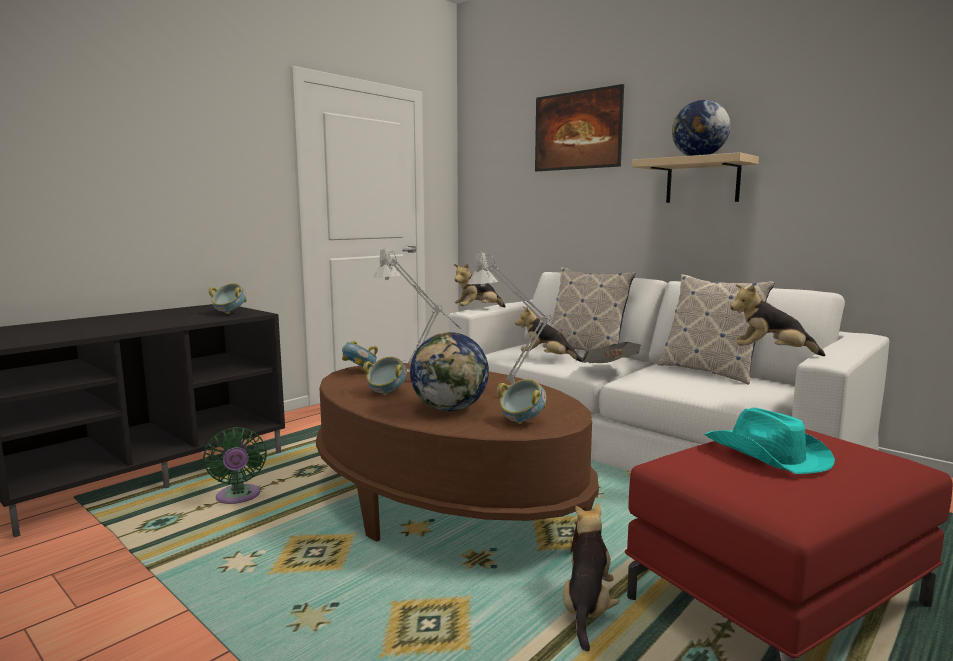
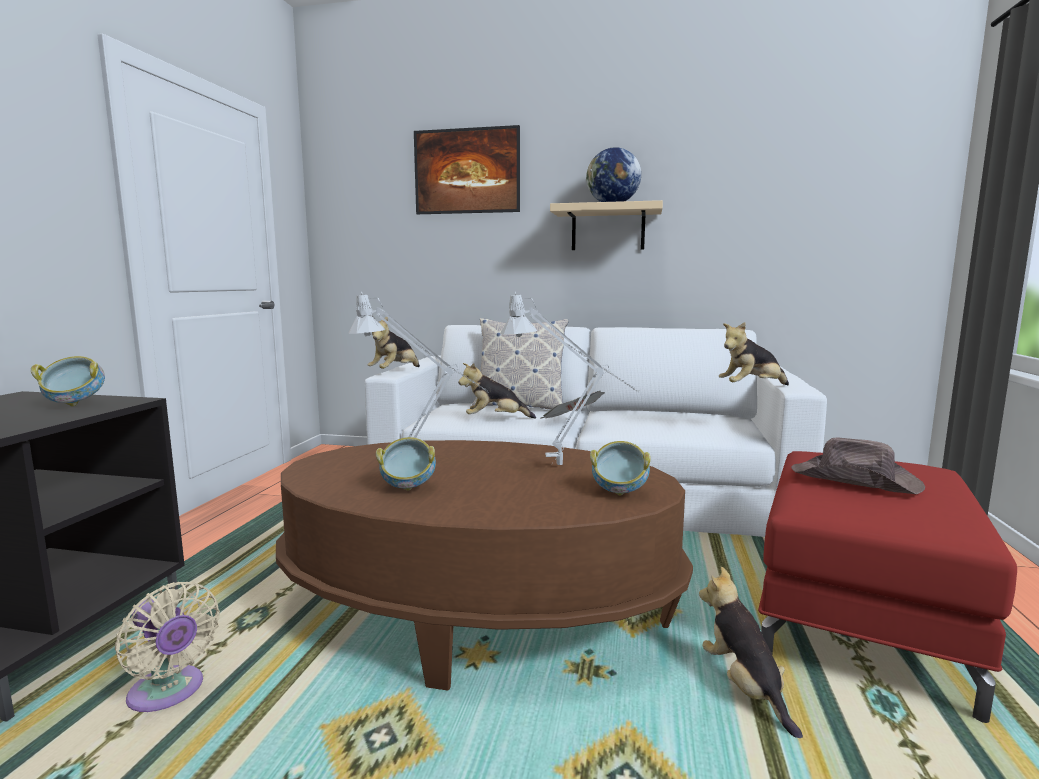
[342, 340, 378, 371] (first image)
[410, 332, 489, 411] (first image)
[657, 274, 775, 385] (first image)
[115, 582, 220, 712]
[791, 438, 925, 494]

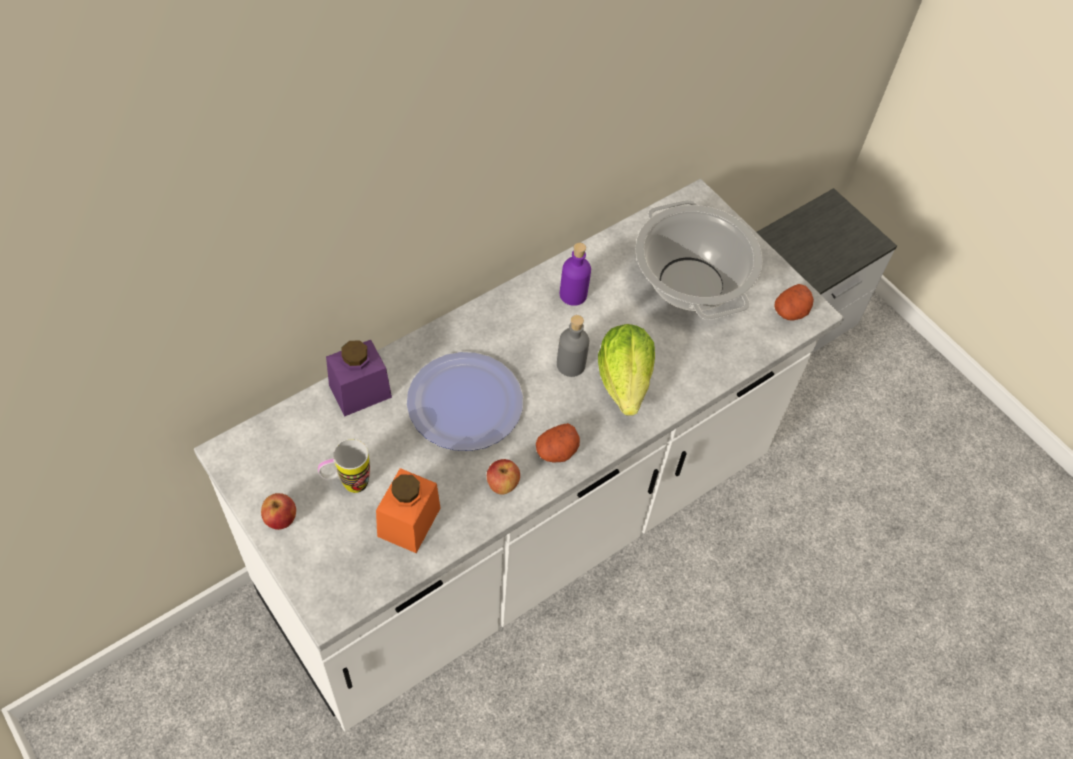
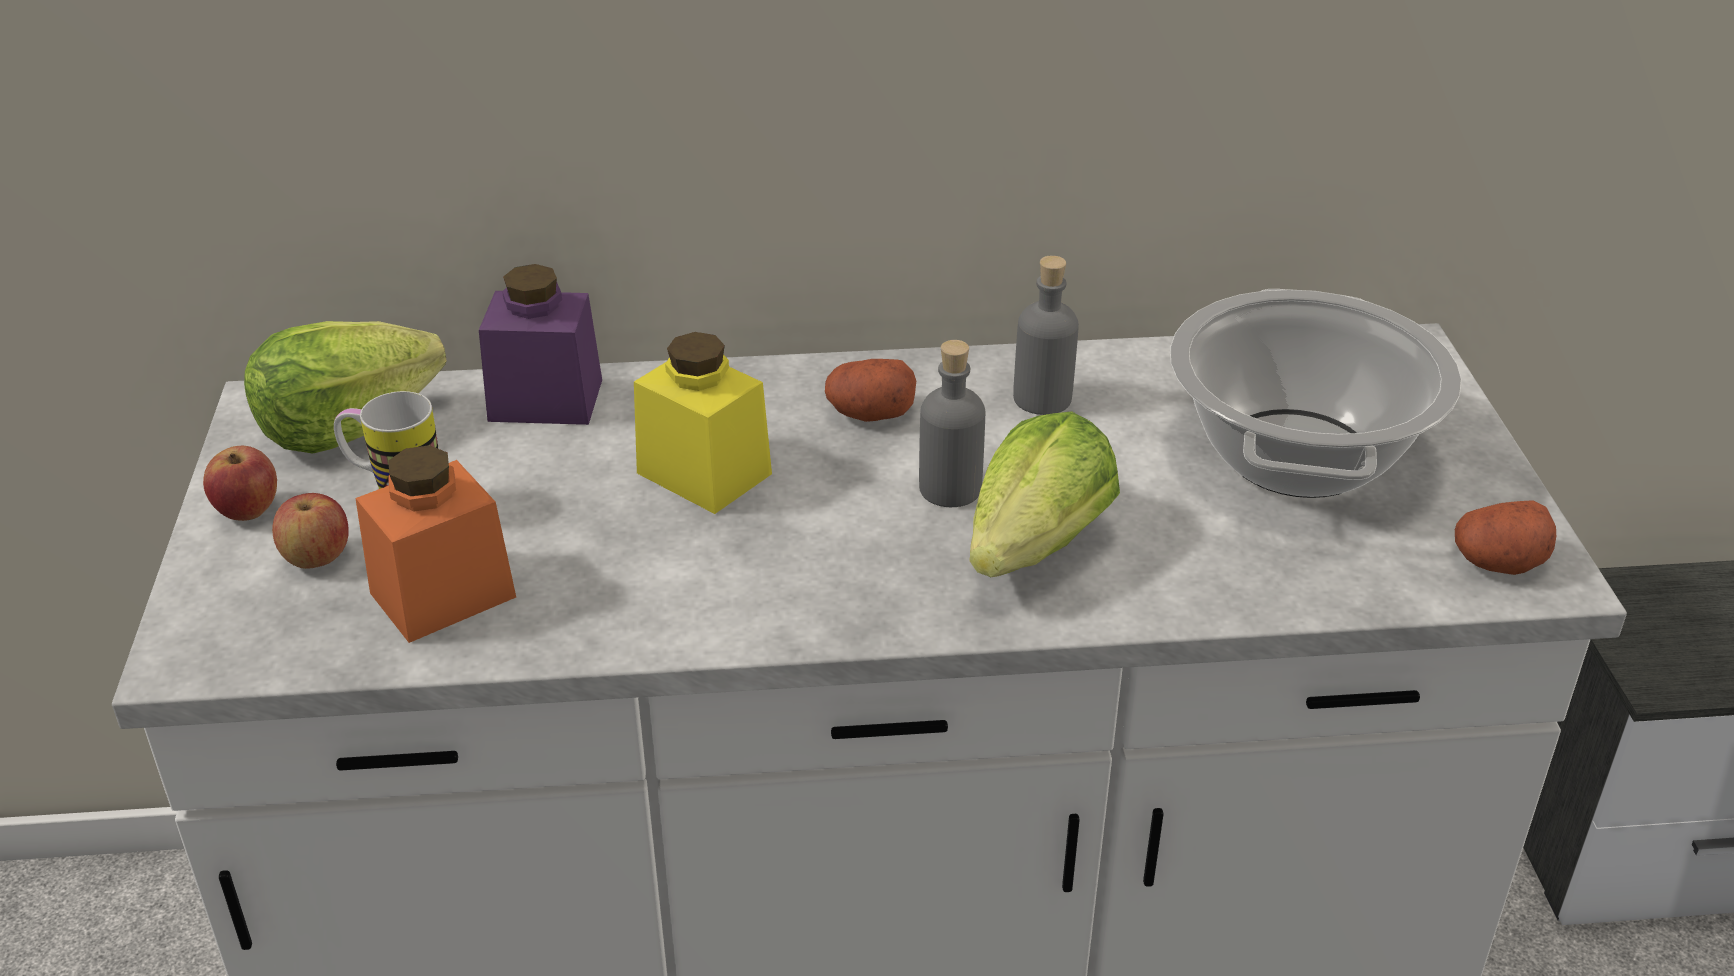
[244, 321, 446, 454]
[272, 493, 349, 569]
[825, 359, 916, 422]
[634, 332, 772, 514]
[1013, 255, 1079, 415]

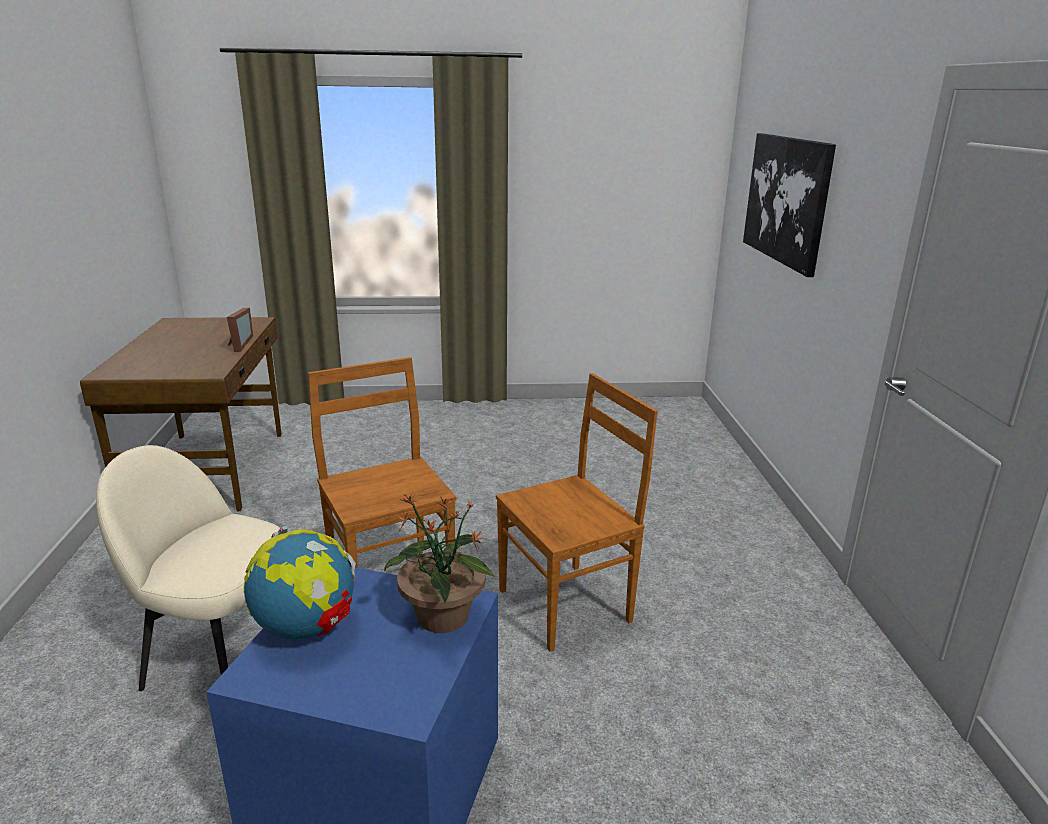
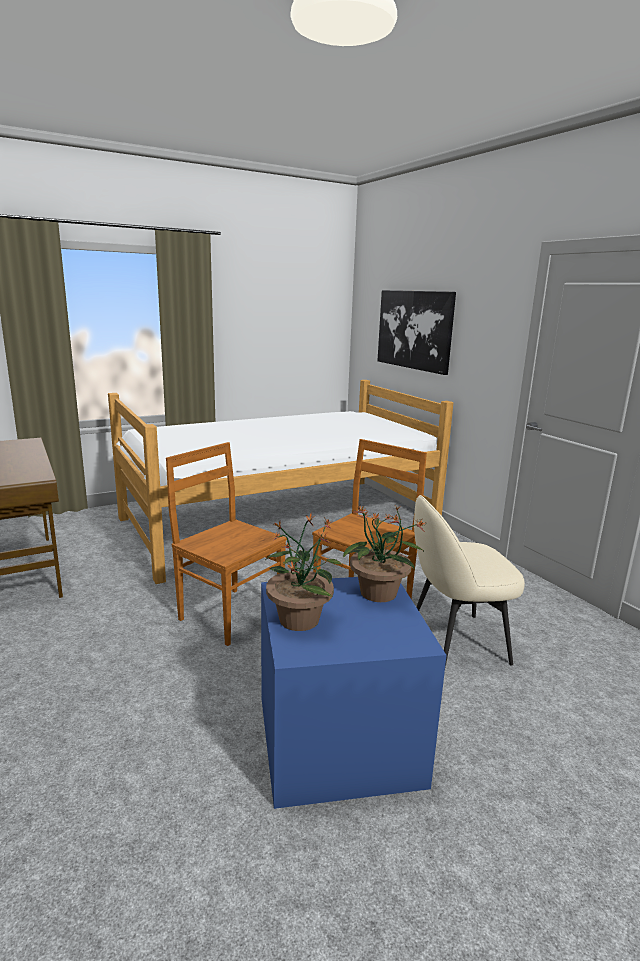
[227, 308, 253, 352] (first image)
[108, 380, 453, 584]
[414, 495, 525, 667]
[266, 514, 342, 631]

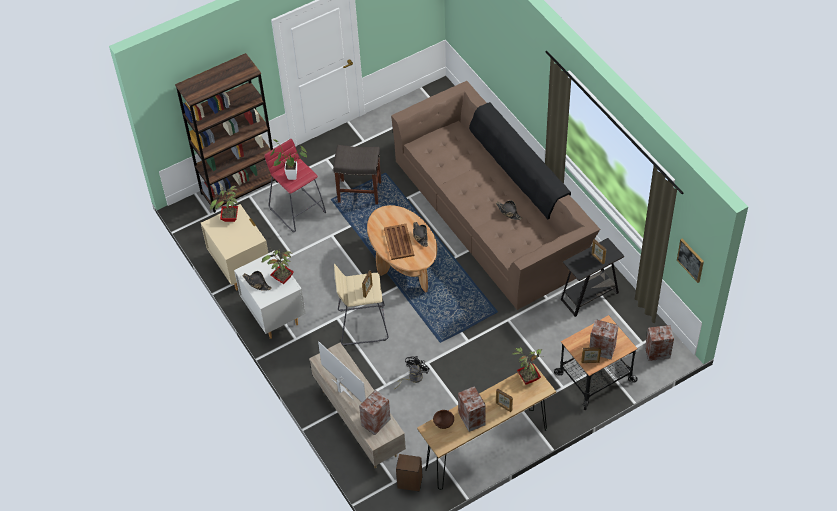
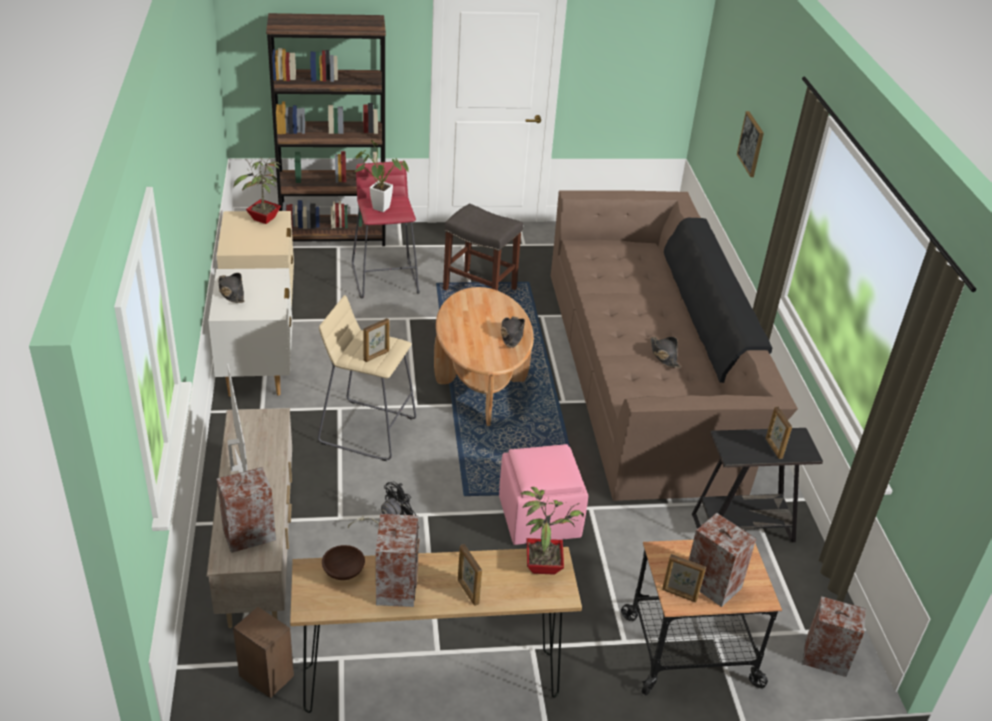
[262, 249, 294, 284] (first image)
[384, 224, 414, 260] (first image)
[499, 444, 588, 545]
[737, 111, 764, 177]

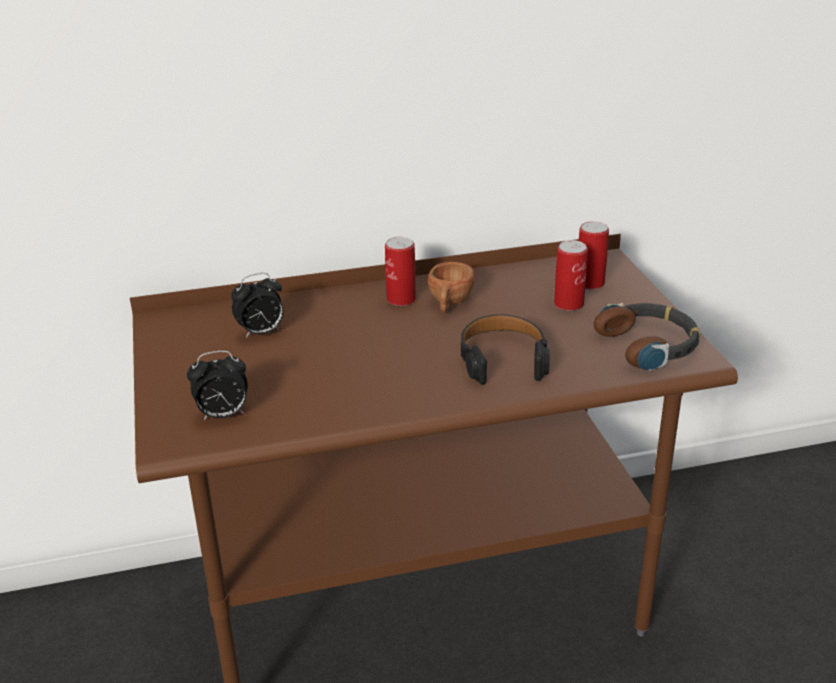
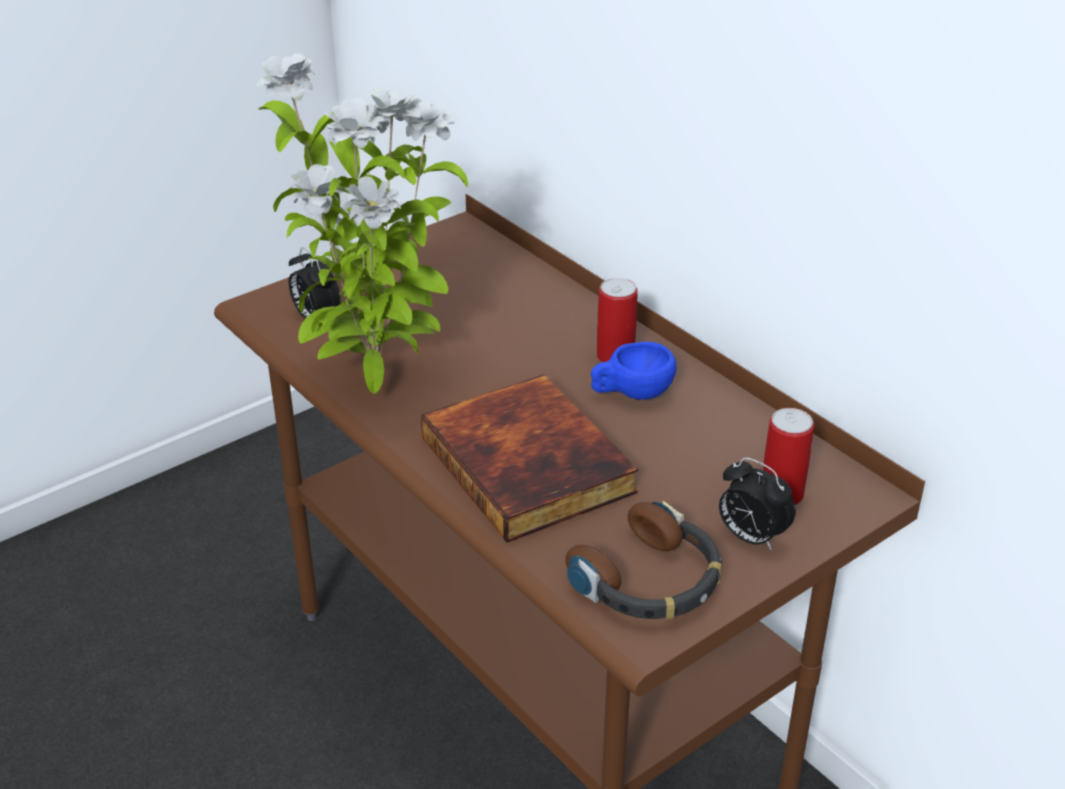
[554, 240, 588, 311] (first image)
[256, 53, 468, 394]
[719, 457, 796, 551]
[421, 374, 638, 543]
[591, 342, 677, 400]

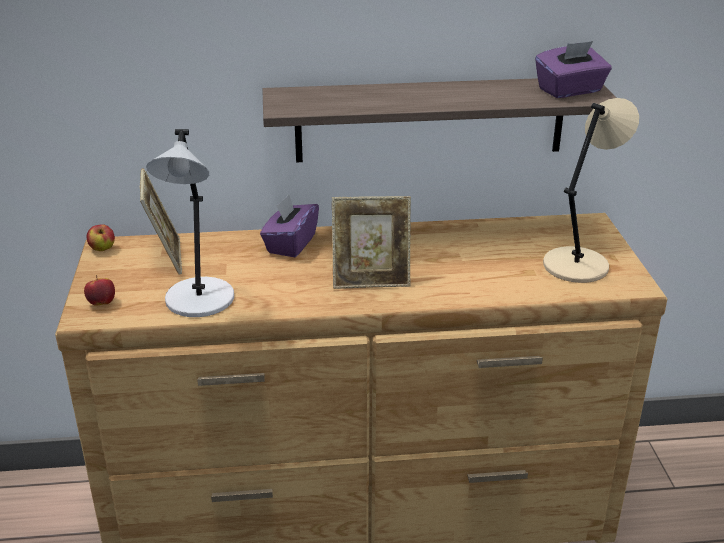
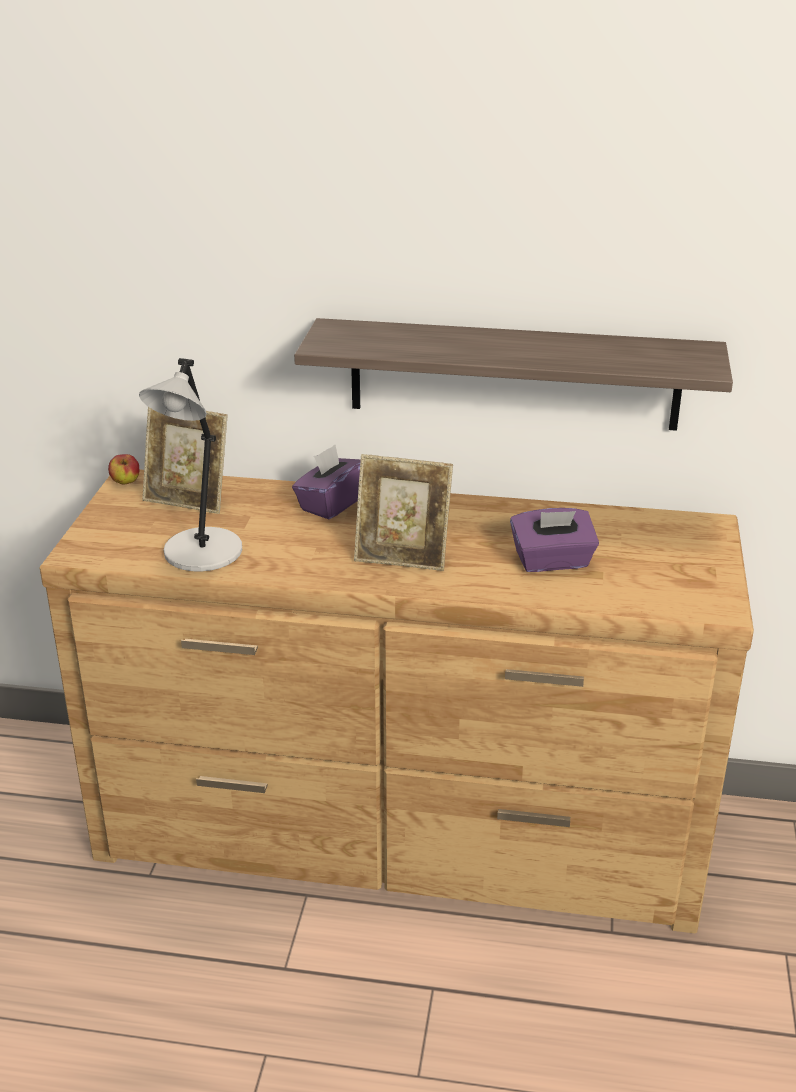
[84, 275, 115, 305] (first image)
[543, 98, 639, 283] (first image)
[510, 508, 599, 572]
[142, 407, 227, 514]

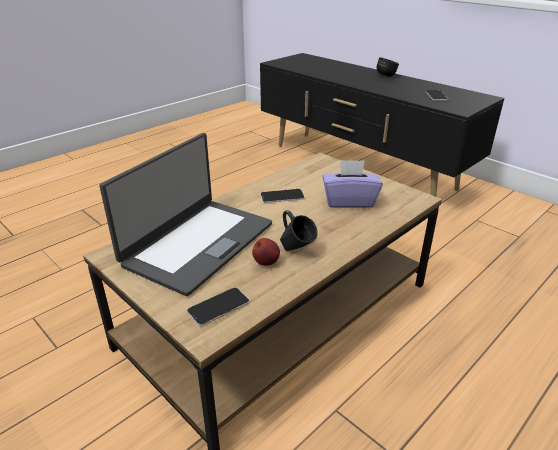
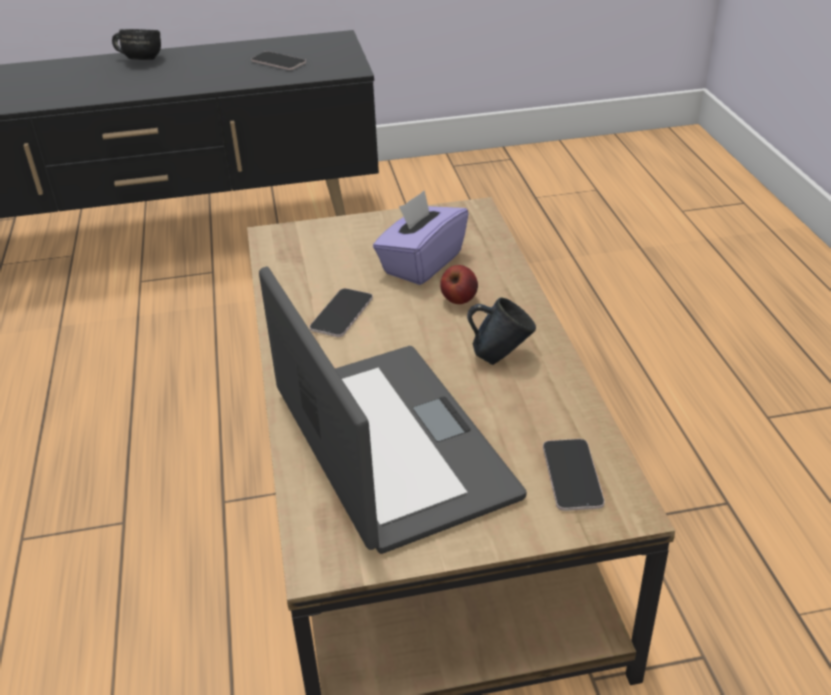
[440, 265, 478, 304]

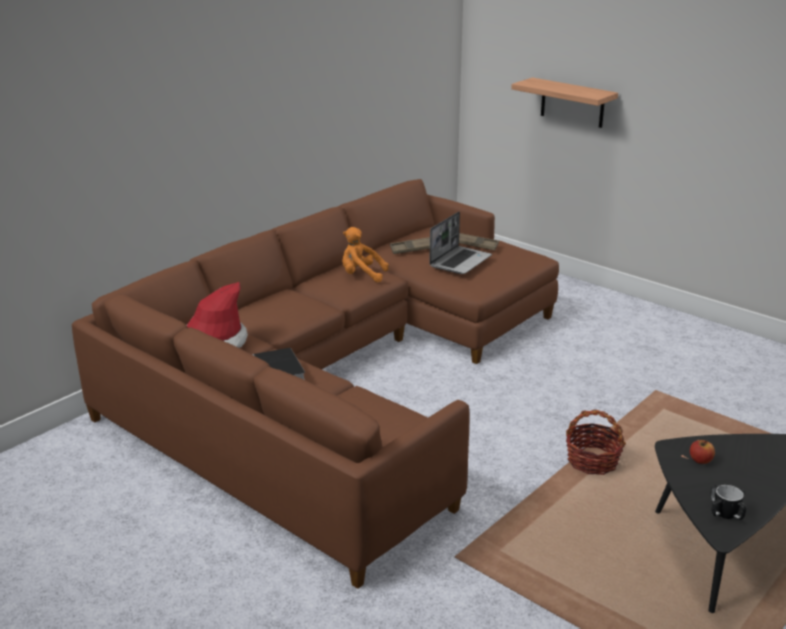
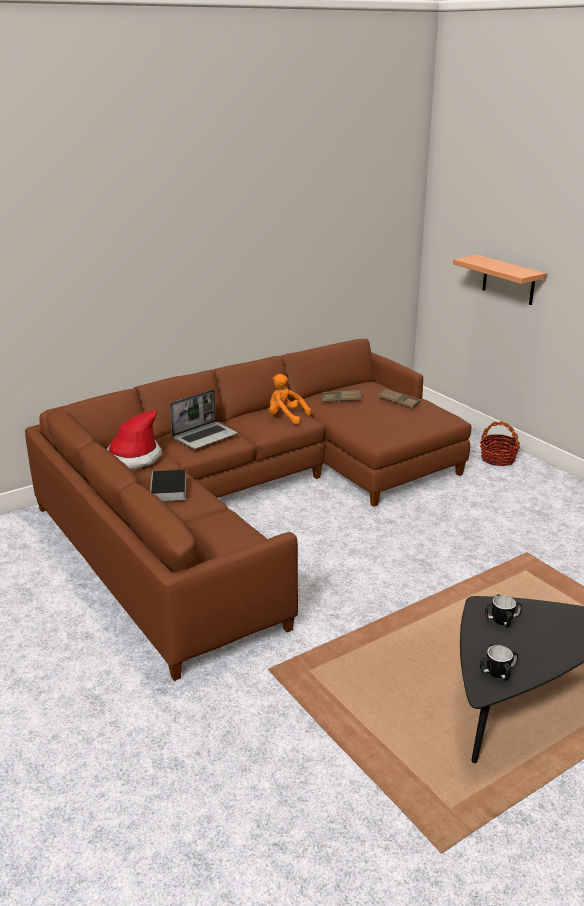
[170, 389, 238, 449]
[480, 421, 520, 466]
[485, 594, 522, 627]

